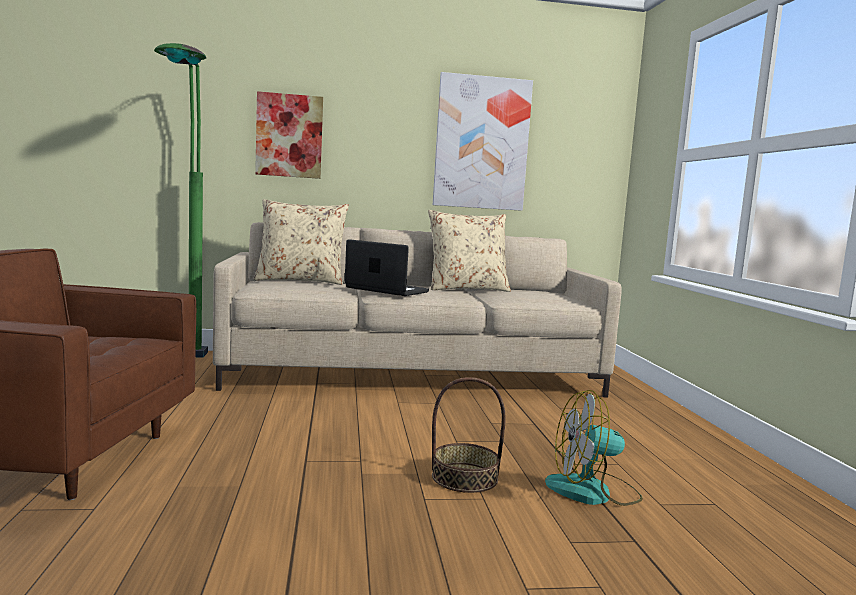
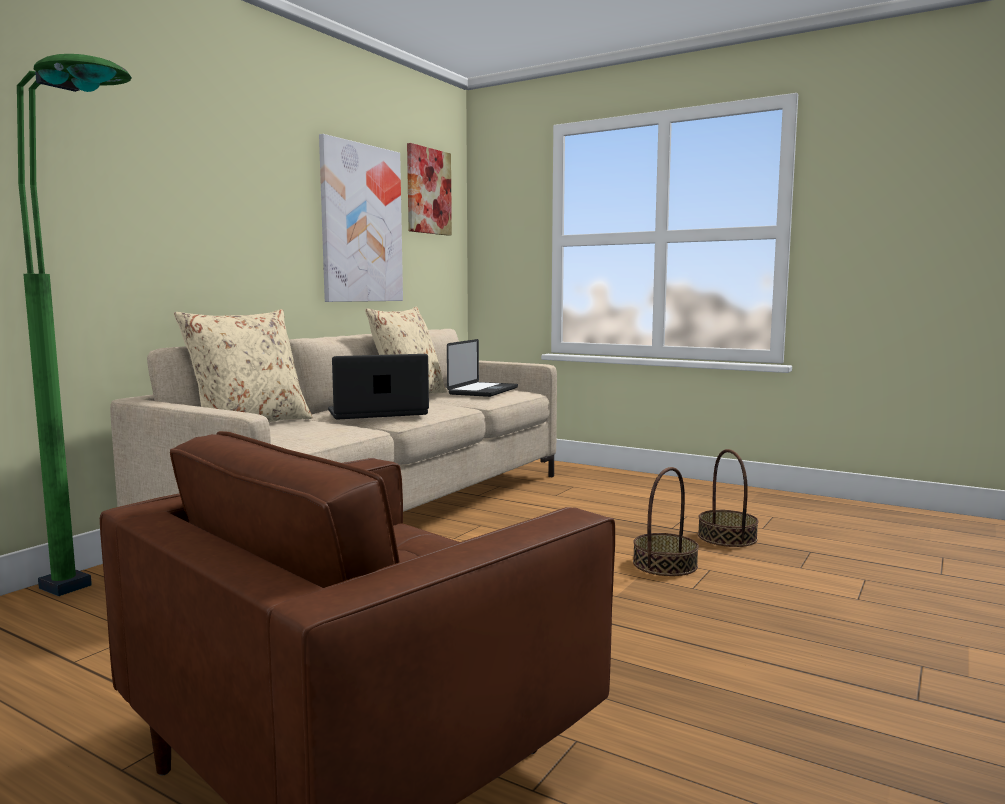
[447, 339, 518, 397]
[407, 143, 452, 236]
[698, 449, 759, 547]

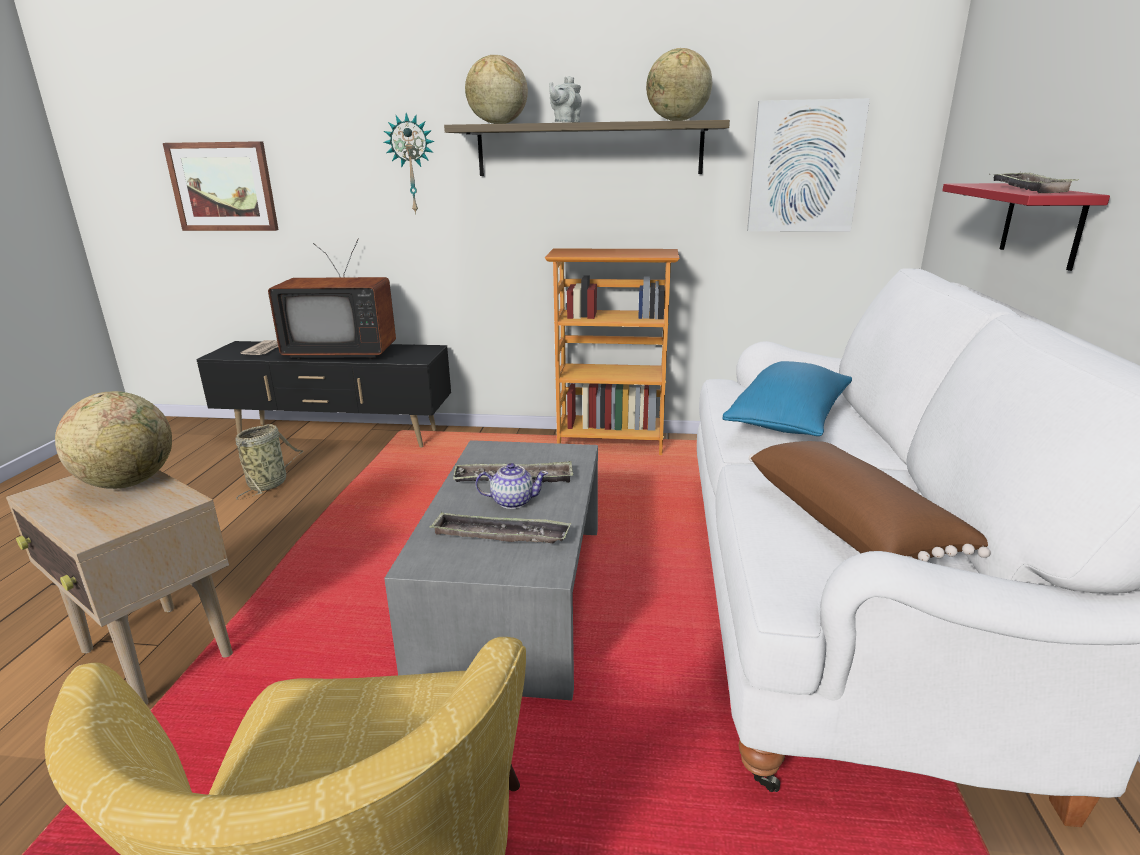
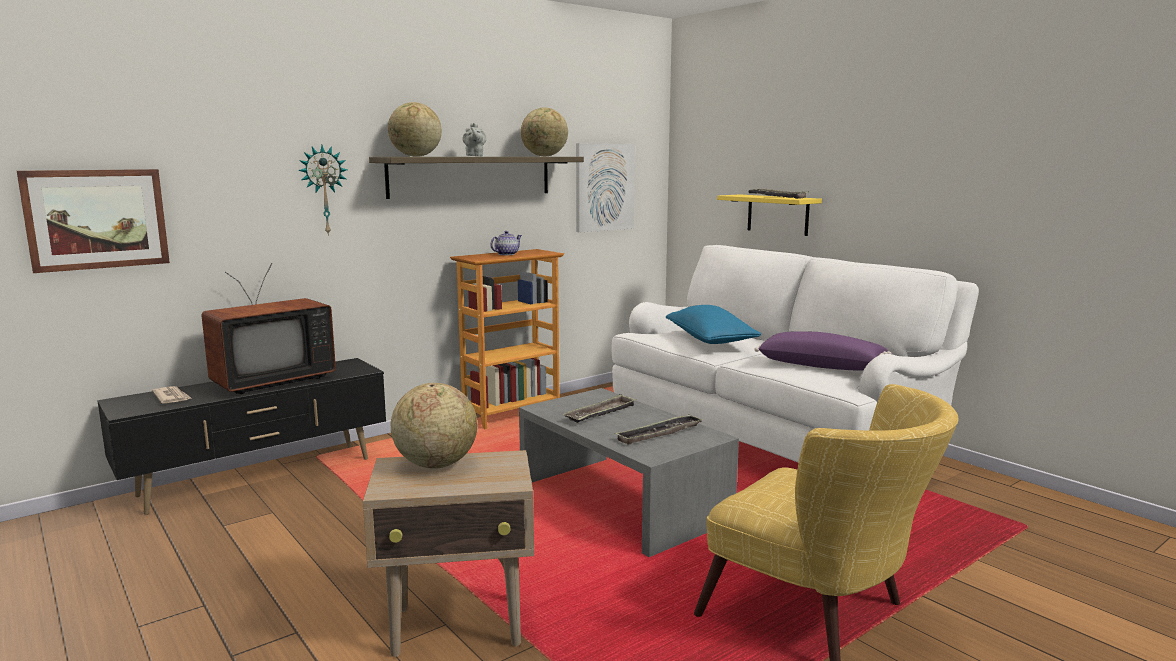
[236, 424, 304, 500] (first image)
[490, 231, 522, 255]
[754, 331, 892, 370]
[717, 195, 822, 236]

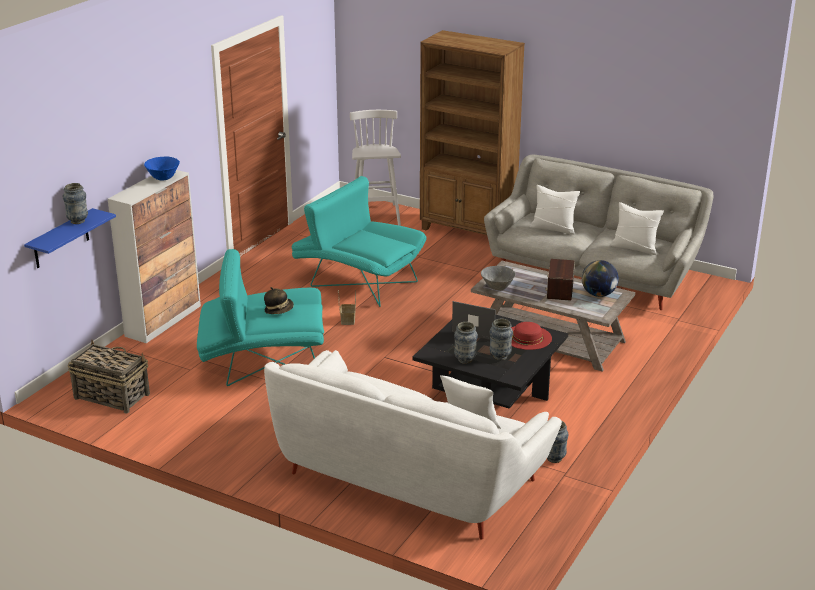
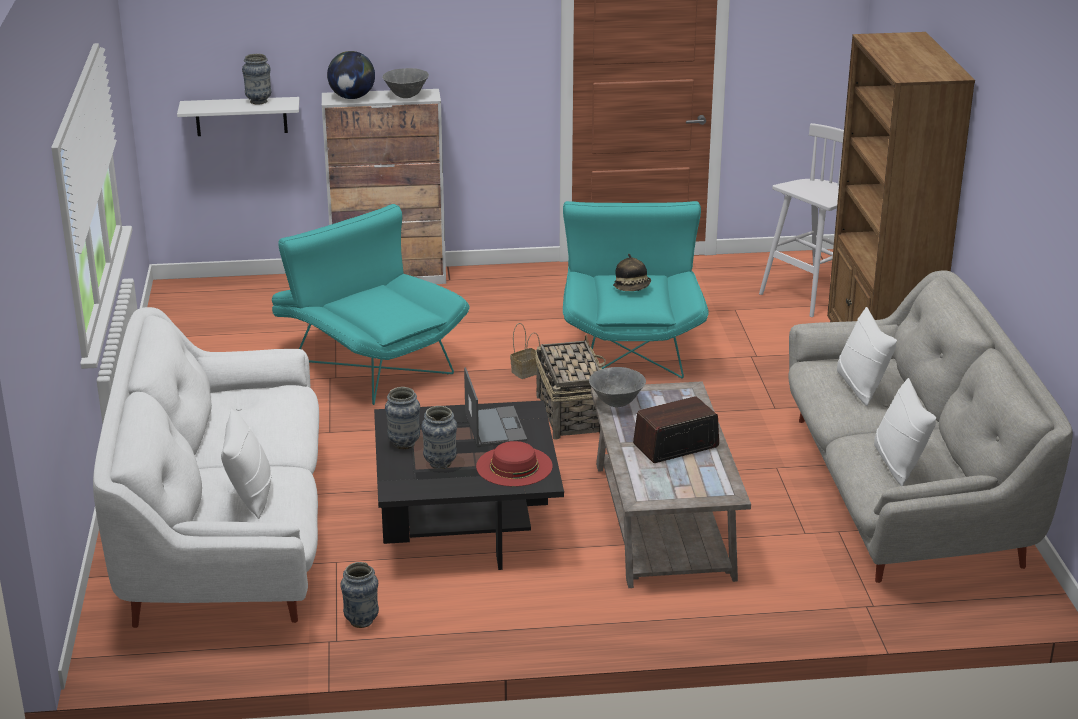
[535, 335, 606, 439]
[613, 254, 651, 291]
[327, 51, 375, 99]
[177, 97, 299, 136]
[382, 68, 429, 98]

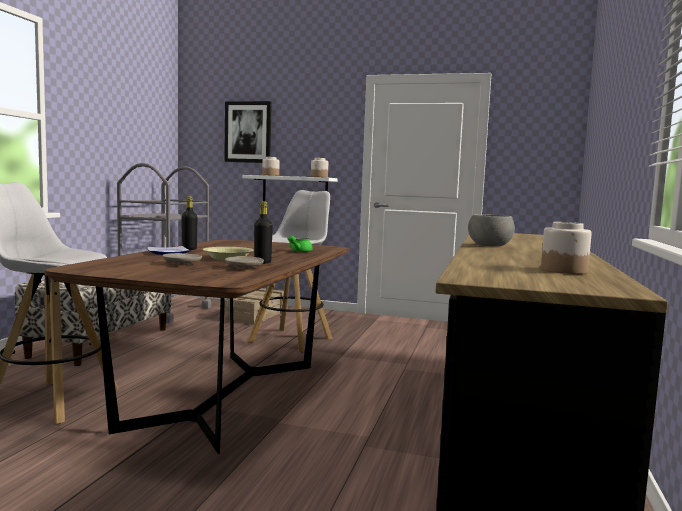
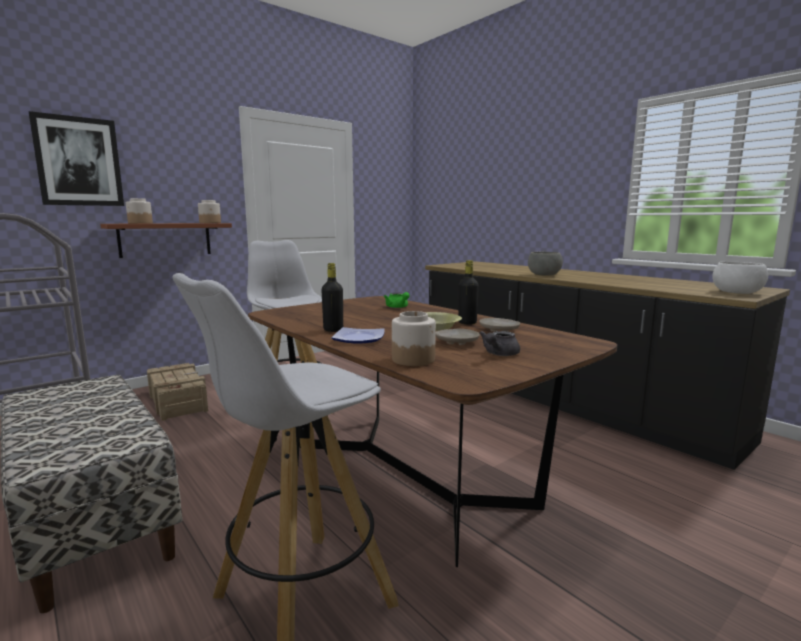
[479, 331, 520, 356]
[712, 262, 768, 294]
[392, 311, 436, 366]
[100, 223, 232, 258]

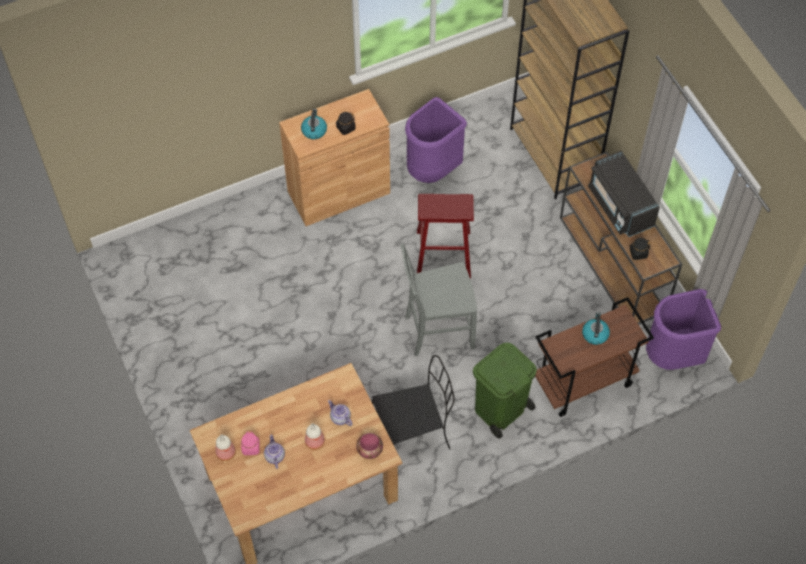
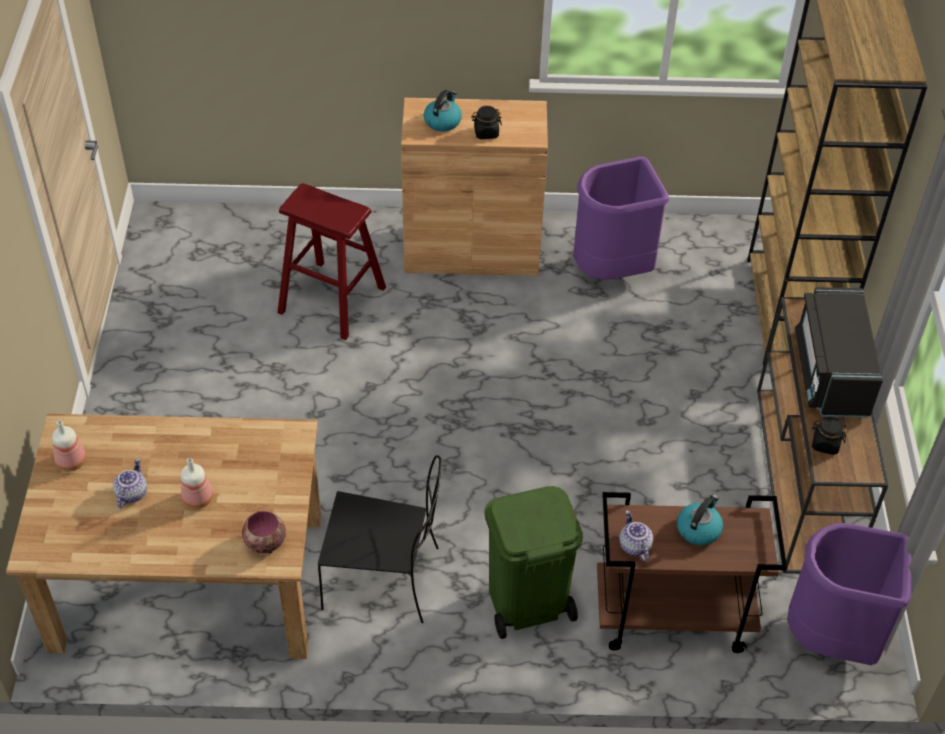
[241, 431, 260, 455] (first image)
[401, 244, 477, 356] (first image)
[619, 510, 653, 561]
[277, 183, 386, 340]

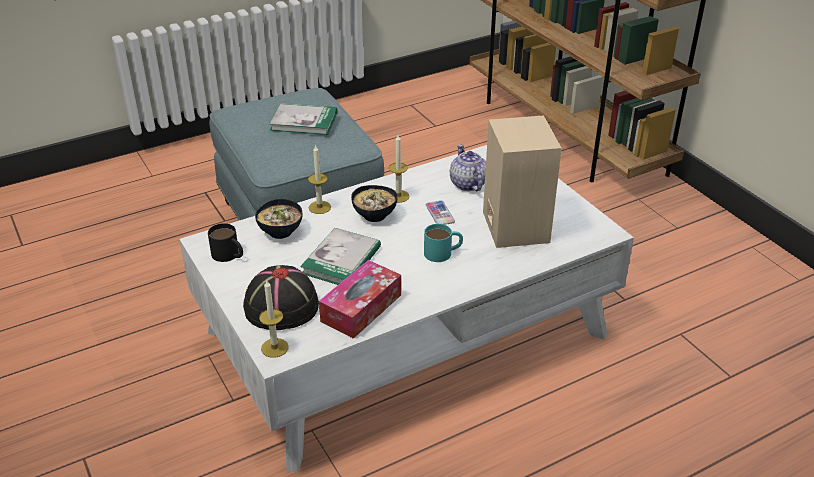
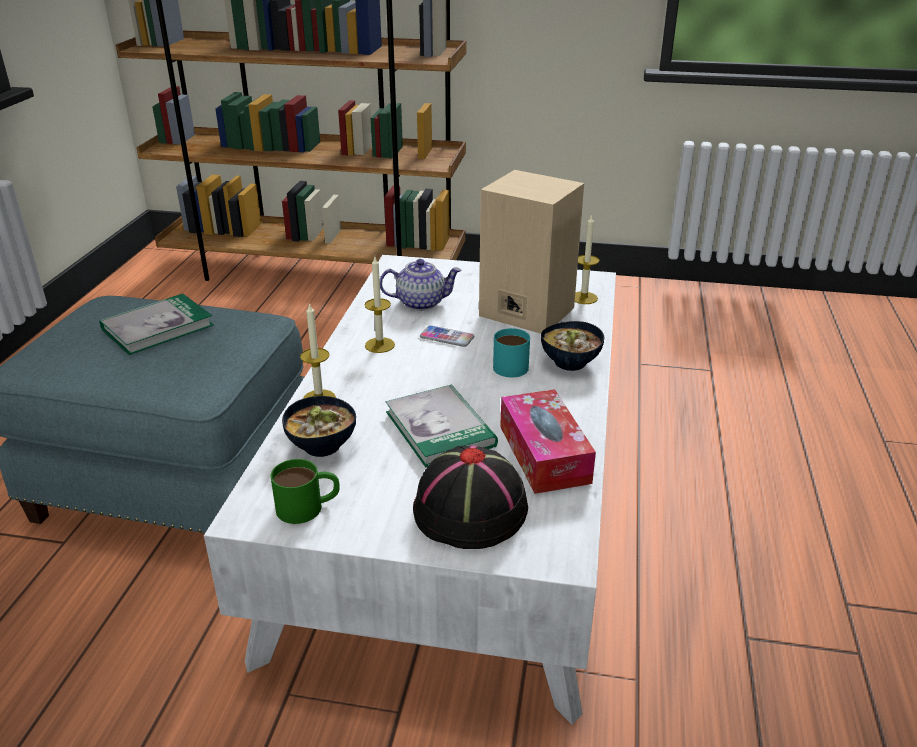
[575, 214, 599, 304]
[541, 321, 604, 371]
[271, 459, 340, 524]
[380, 259, 461, 311]

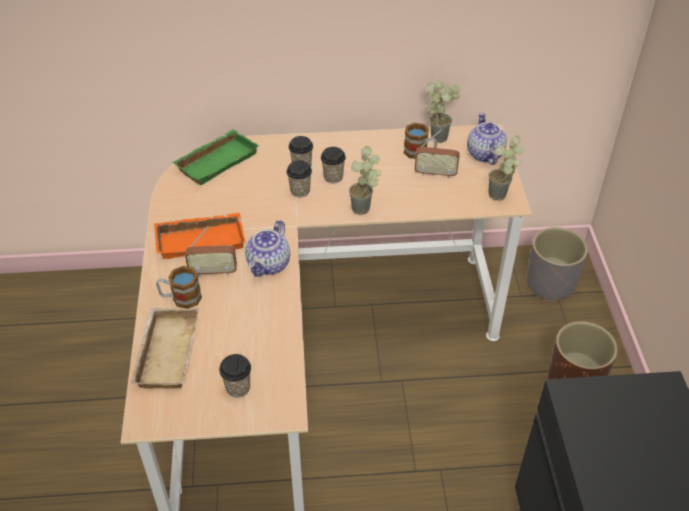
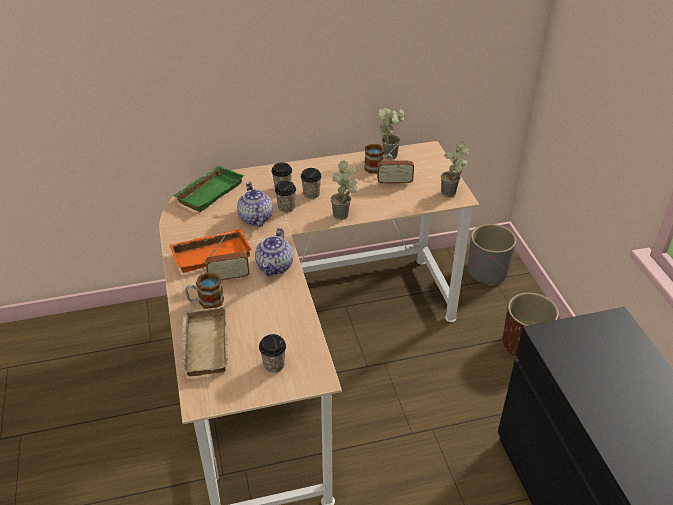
[237, 182, 273, 227]

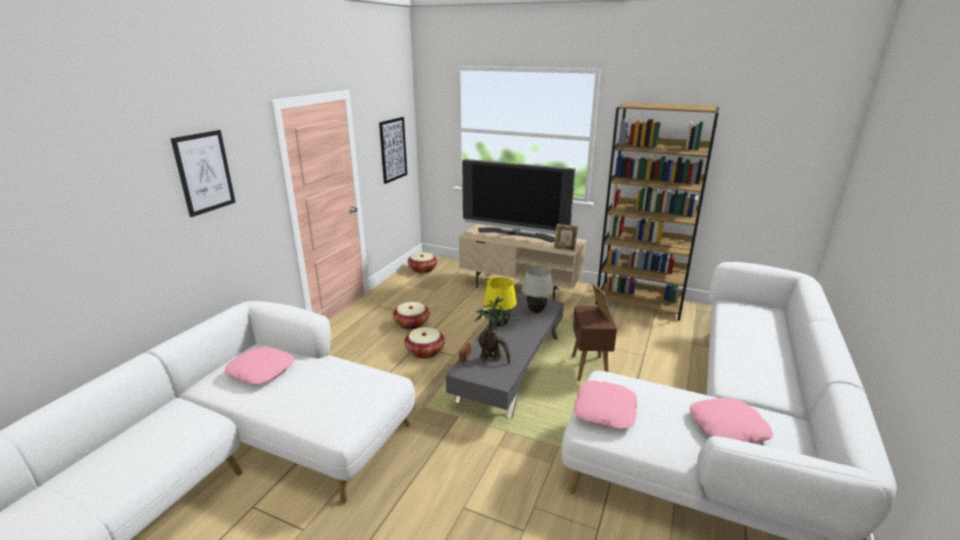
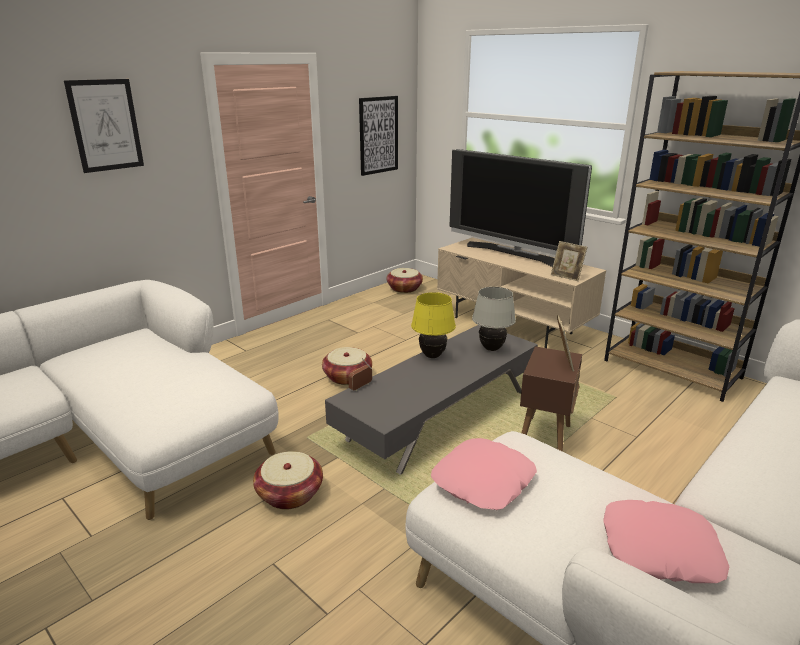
[224, 347, 295, 385] (first image)
[474, 296, 520, 364] (first image)
[253, 451, 323, 509]

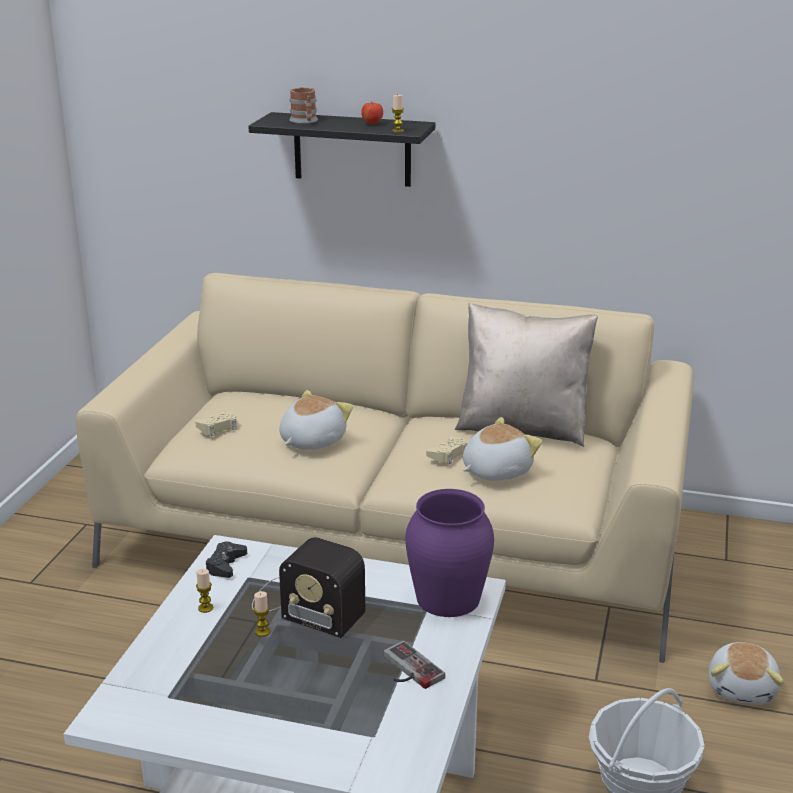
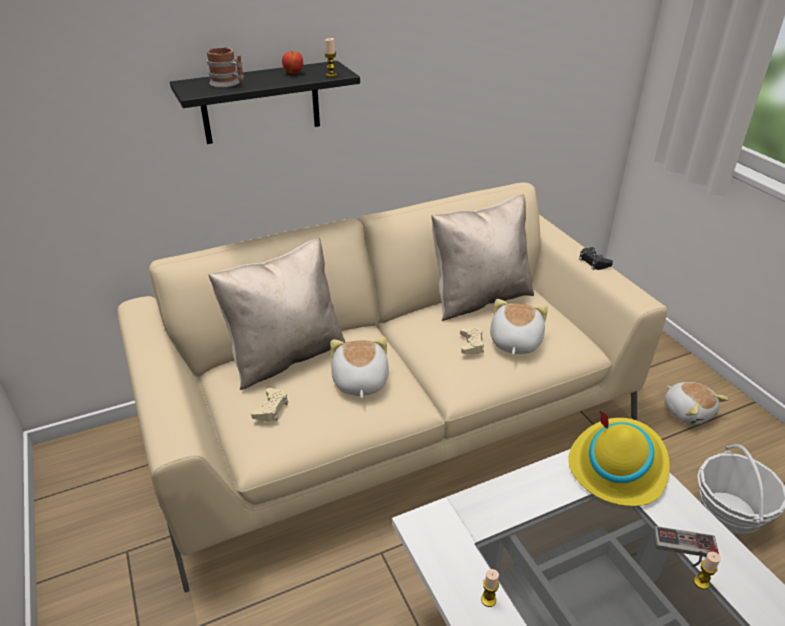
[252, 537, 365, 638] (first image)
[208, 238, 346, 390]
[579, 247, 613, 270]
[694, 552, 721, 589]
[568, 411, 670, 506]

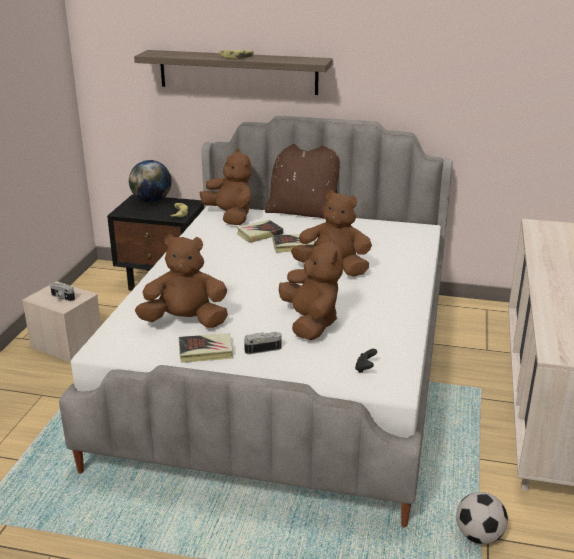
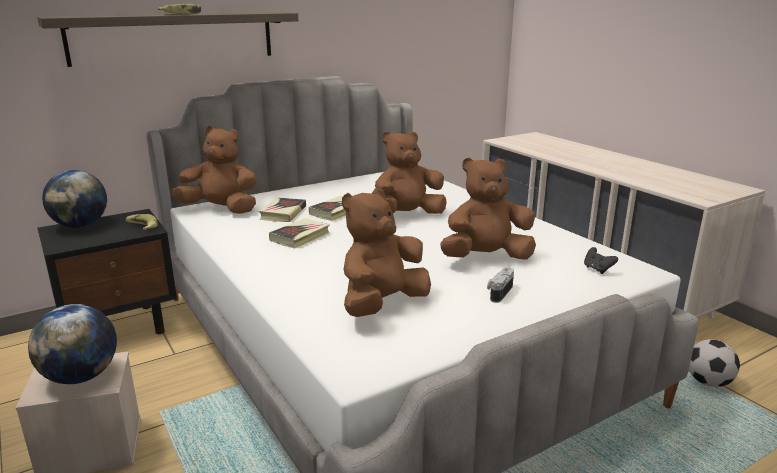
[265, 144, 340, 219] (first image)
[269, 218, 330, 248]
[28, 304, 117, 384]
[440, 157, 536, 259]

